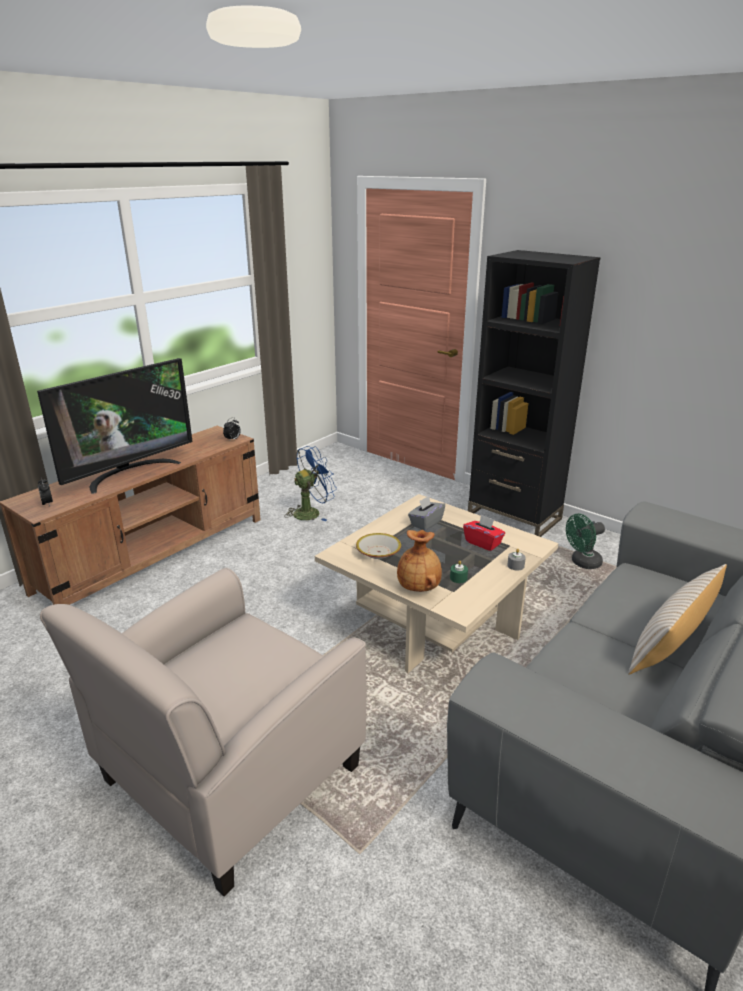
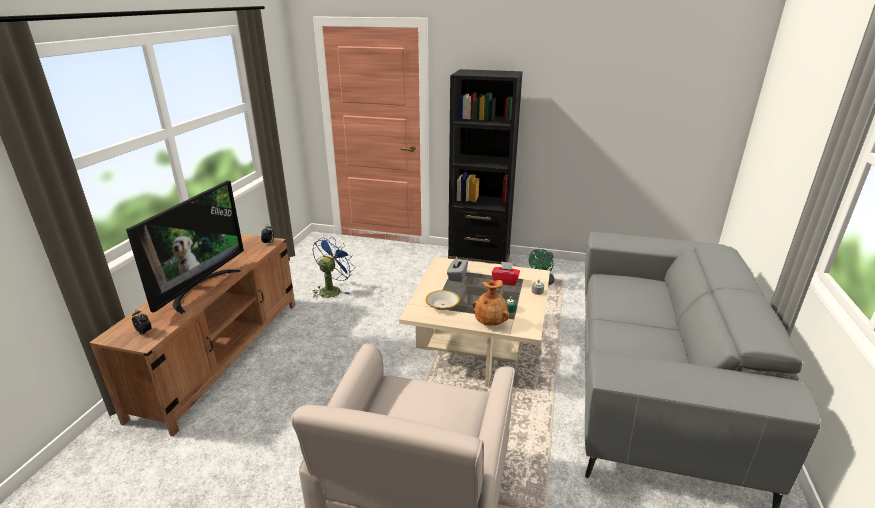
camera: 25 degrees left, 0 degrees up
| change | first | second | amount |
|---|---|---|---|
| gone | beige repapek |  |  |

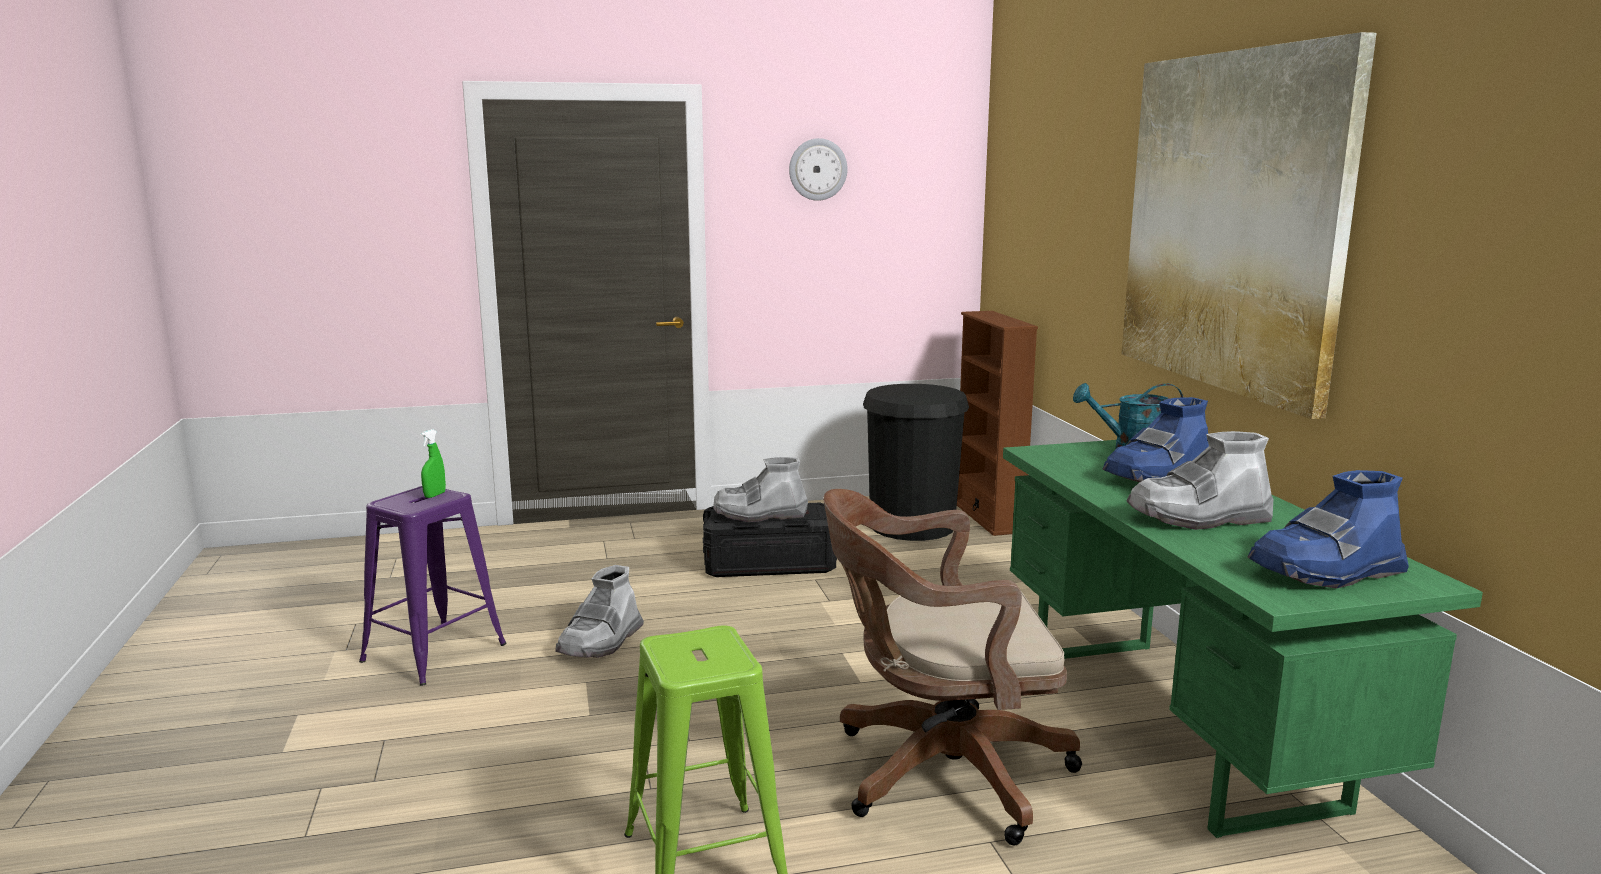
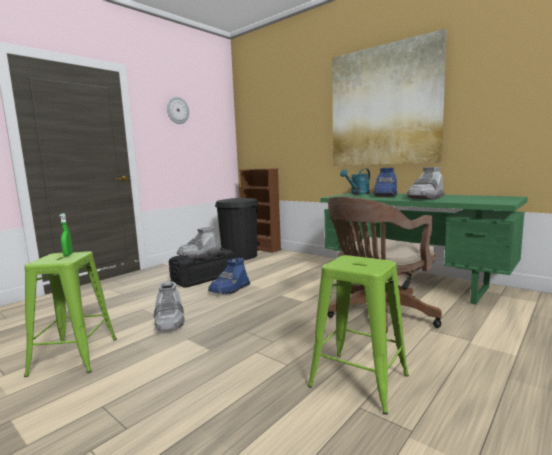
camera: 35 degrees left, 5 degrees down
| change | first | second | amount |
|---|---|---|---|
| shifted | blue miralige (no. 2 from left in the first image) | blue miralige (no. 1 from left) |  |
| repainted | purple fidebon | green fidebon (no. 1 from left) |  |

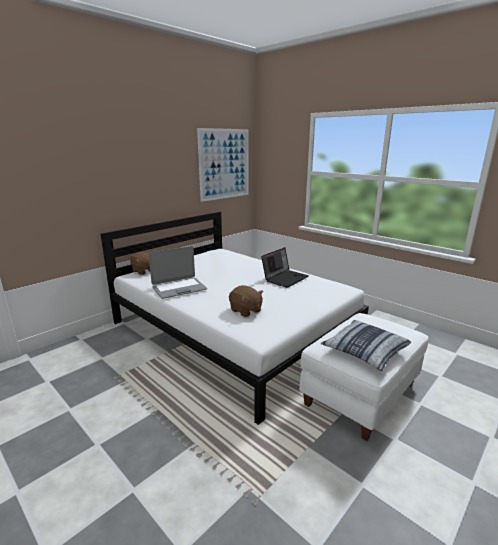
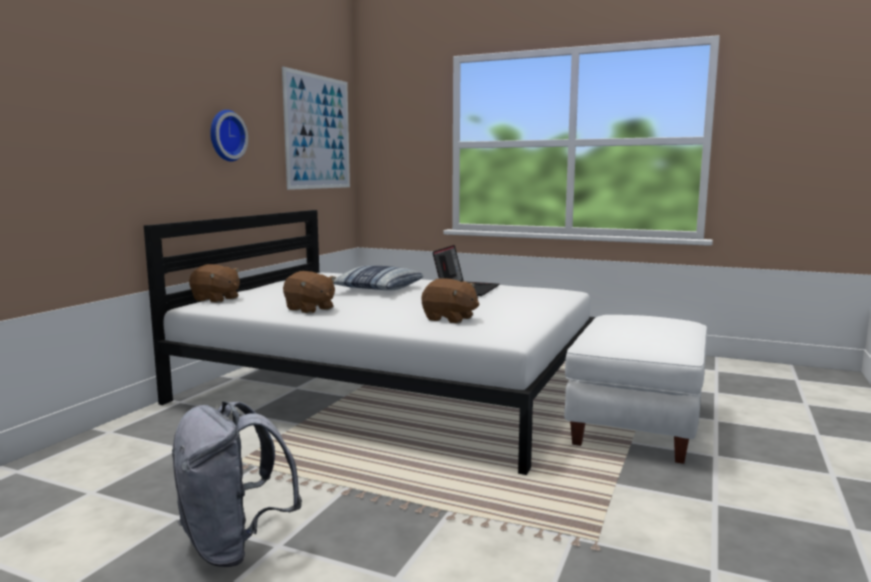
camera: 20 degrees left, 10 degrees down
| change | first | second | amount |
|---|---|---|---|
| swapped | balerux (no. 1 from left) | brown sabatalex (no. 2 from left) |  |
| shifted | repapek |  |  |
| new |  | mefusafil |  |
| new |  | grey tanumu |  |

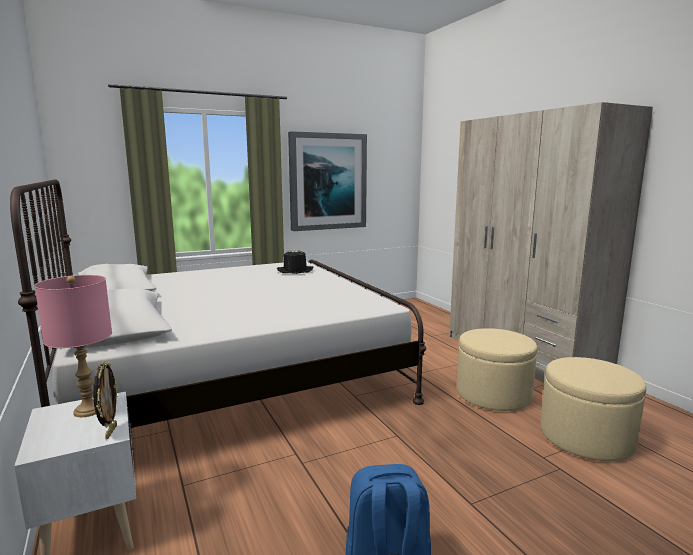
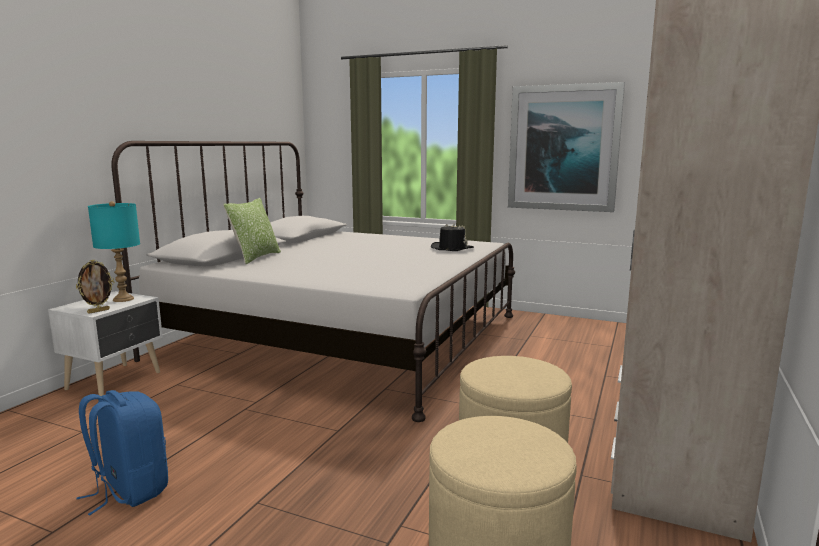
camera: 50 degrees right, 0 degrees up
| change | first | second | amount |
|---|---|---|---|
| repainted | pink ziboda | turquoise ziboda |  |
| new |  | repapek |  |

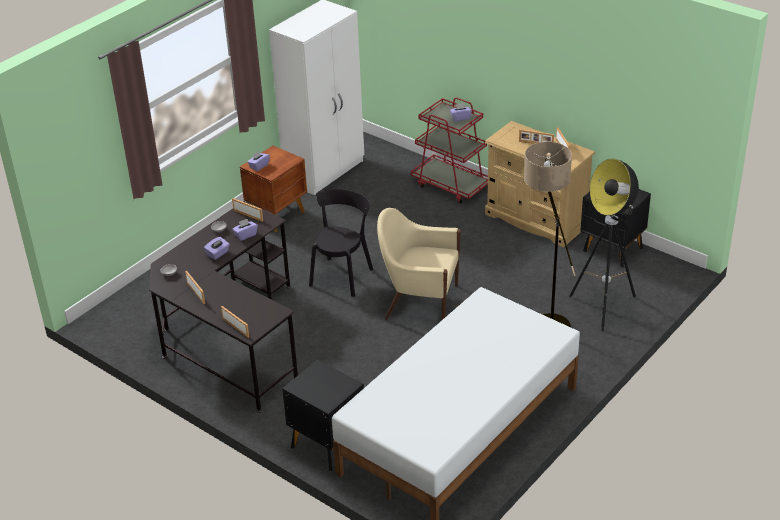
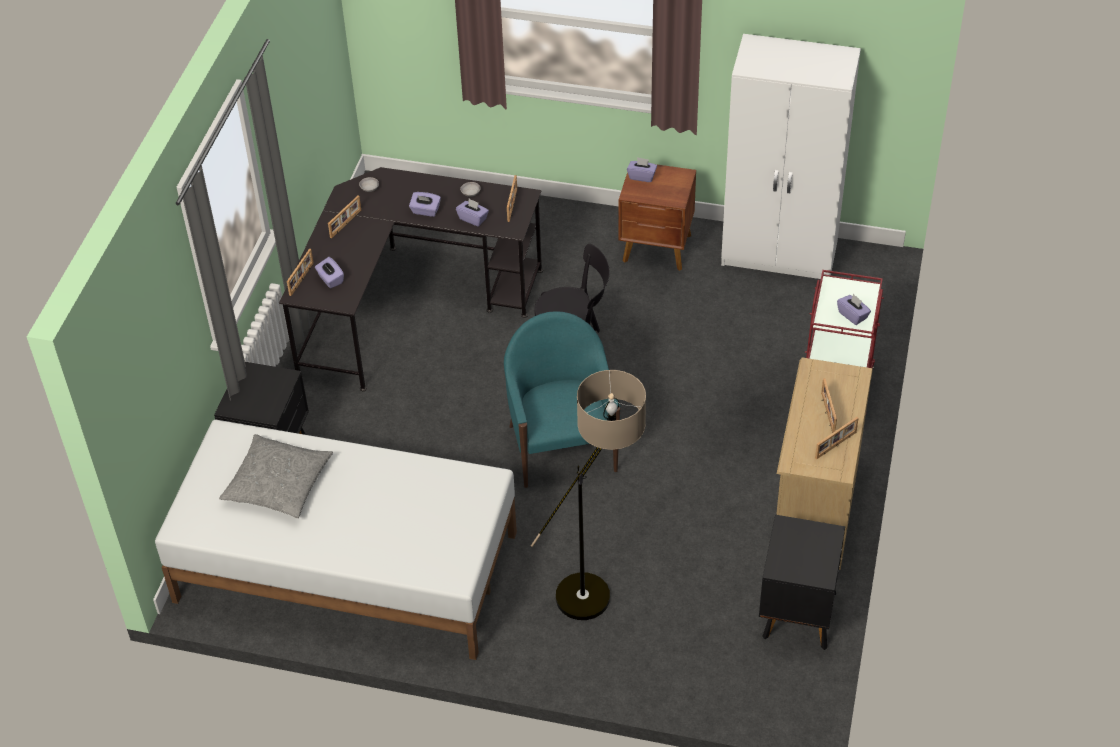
camera: 65 degrees right, 10 degrees up
| change | first | second | amount |
|---|---|---|---|
| gone | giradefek (no. 2 from left) |  |  |
| repainted | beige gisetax | turquoise gisetax |  |
| new |  | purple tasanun (no. 1 from left) |  |
| new |  | grey repapek |  |

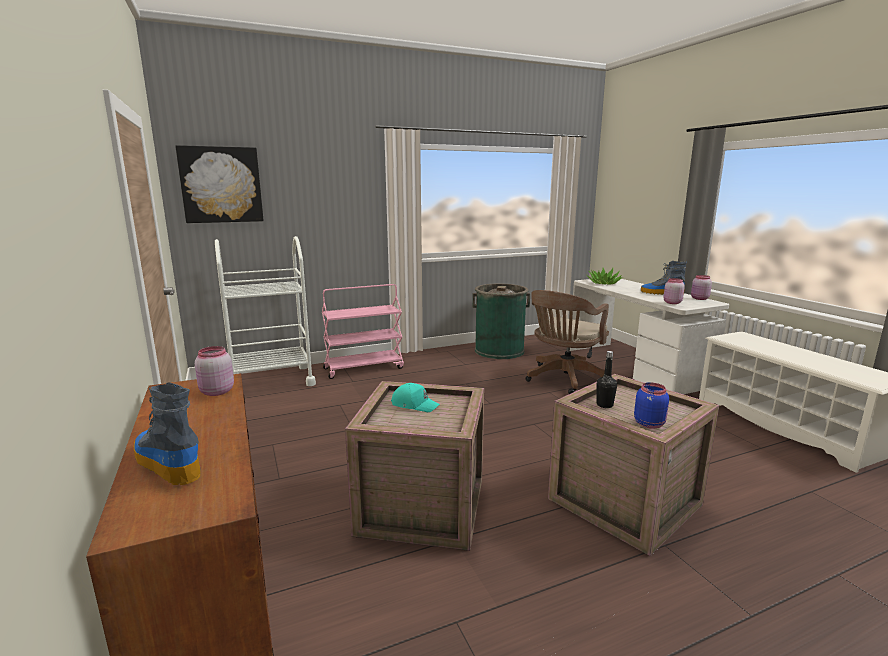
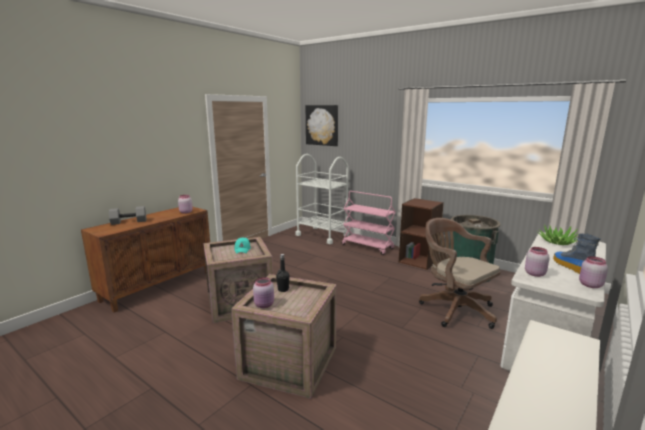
camera: 60 degrees right, 0 degrees up
| change | first | second | amount |
|---|---|---|---|
| rotated | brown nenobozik |  | 45 degrees clockwise |
| swapped | miralige (no. 1 from left) | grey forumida |  |
| repainted | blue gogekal | pink gogekal (no. 2 from left) |  |
| new |  | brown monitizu |  |

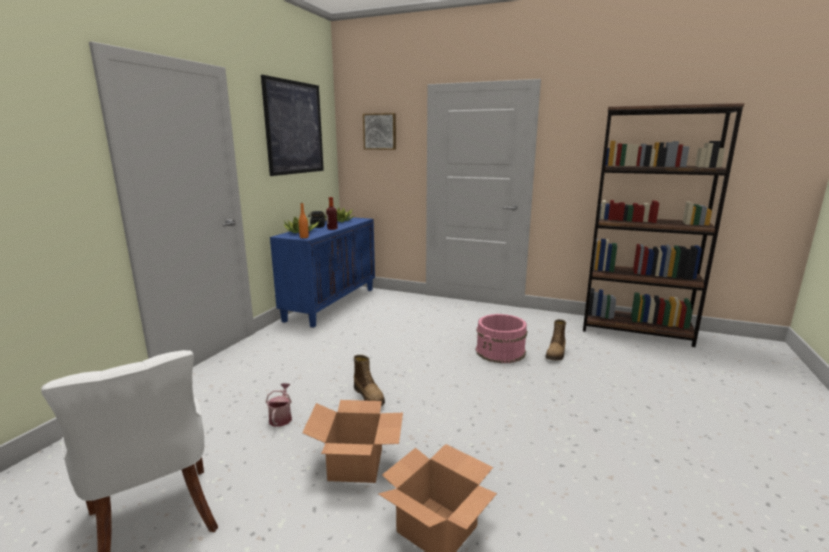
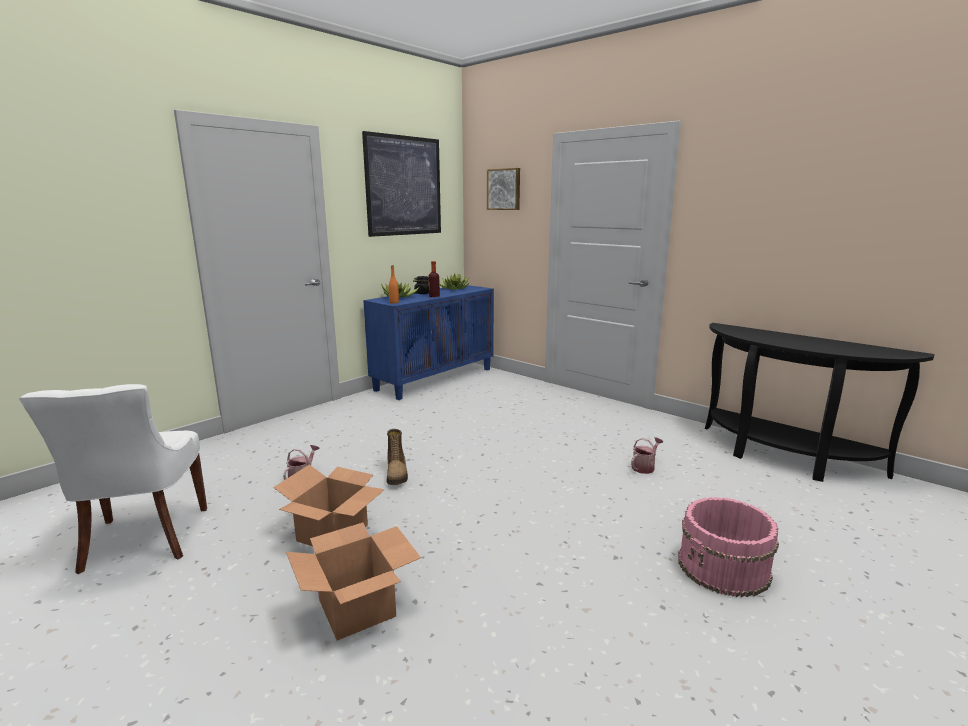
camera: 20 degrees right, 0 degrees up
| change | first | second | amount |
|---|---|---|---|
| swapped | brown monitizu | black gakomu |  |
| shifted | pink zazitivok |  |  |
| swapped | miralige (no. 2 from left) | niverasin (no. 2 from left) |  |

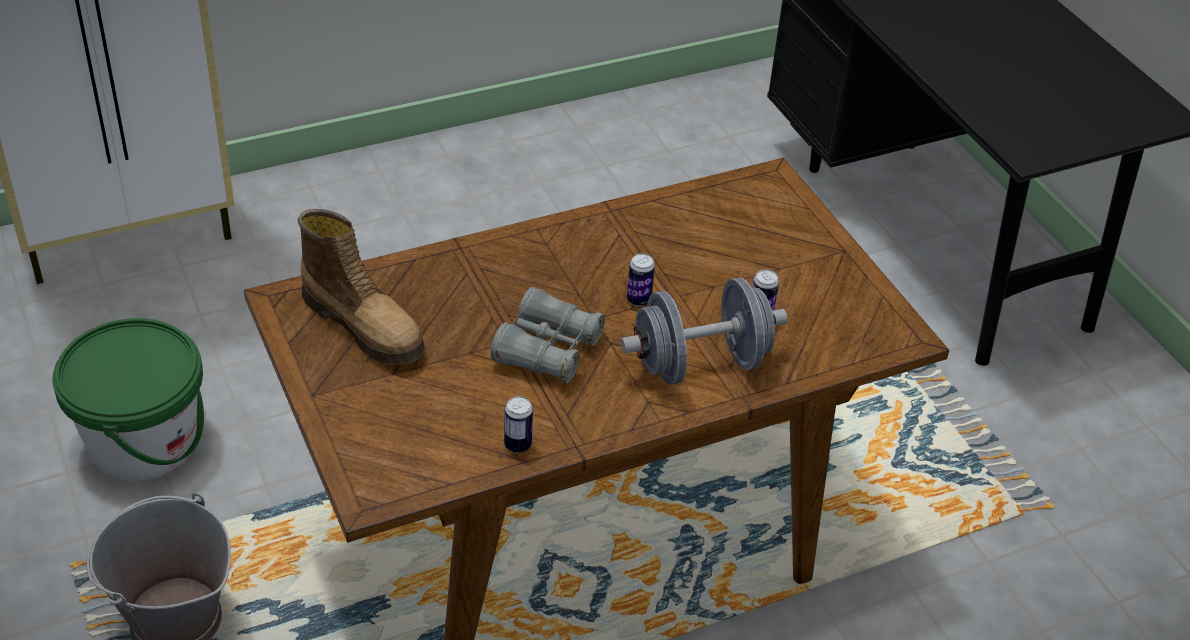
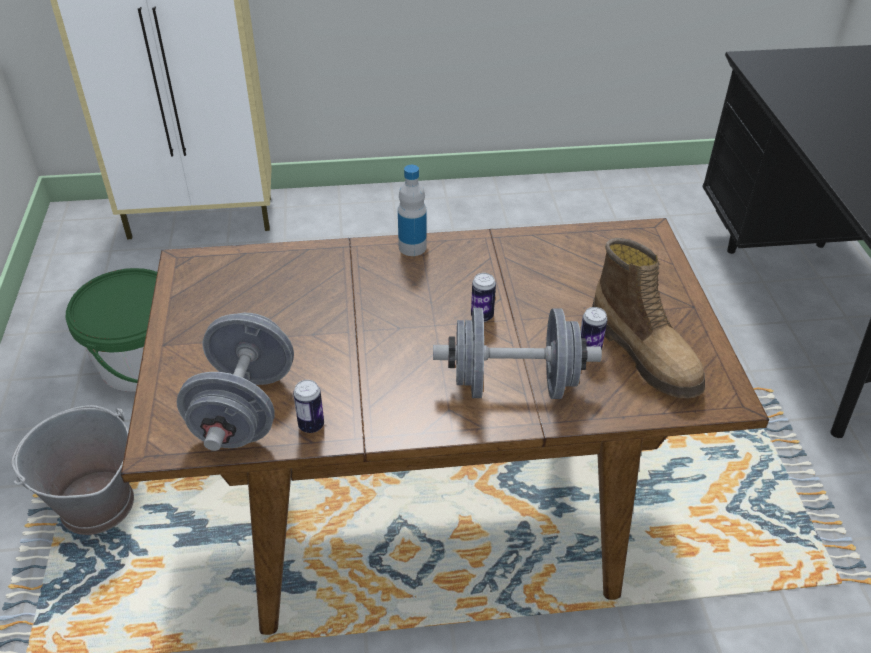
camera: 20 degrees right, 0 degrees up
| change | first | second | amount |
|---|---|---|---|
| shifted | miralige |  |  |
| gone | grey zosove |  |  |
| new |  | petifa |  |
| new |  | grey forumida (no. 1 from left) |  |

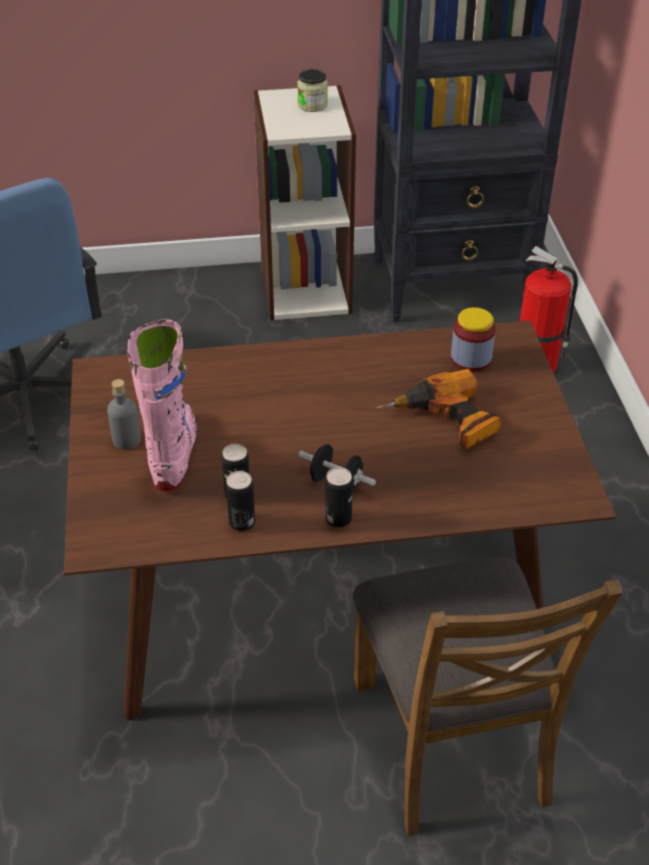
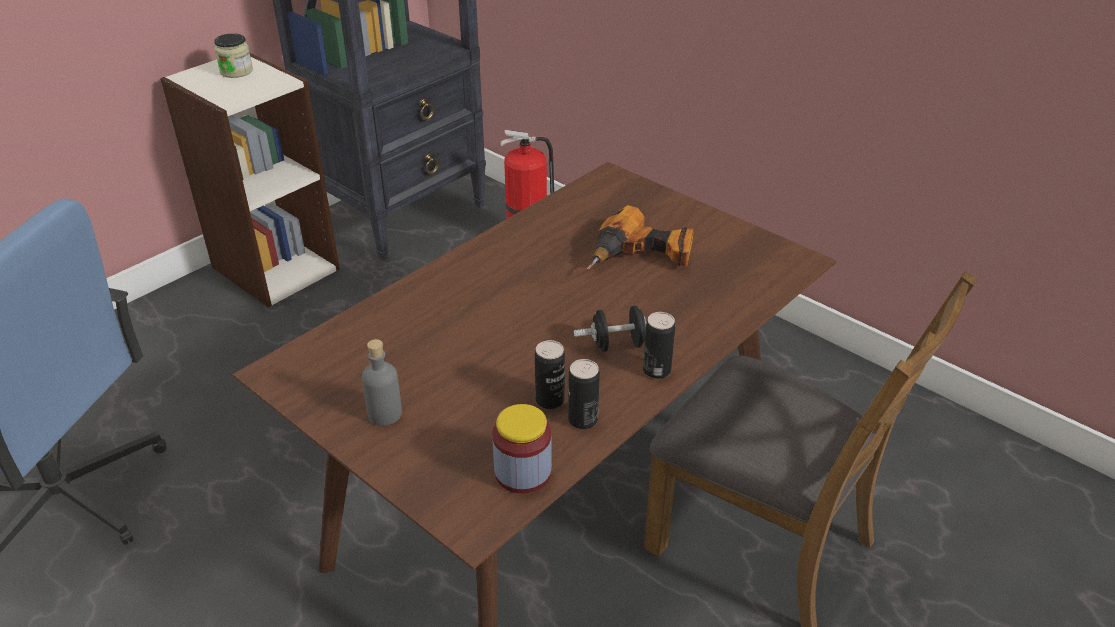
camera: 40 degrees left, 5 degrees down
| change | first | second | amount |
|---|---|---|---|
| shifted | gogekal (no. 2 from left) |  |  |
| gone | pink miralige |  |  |

